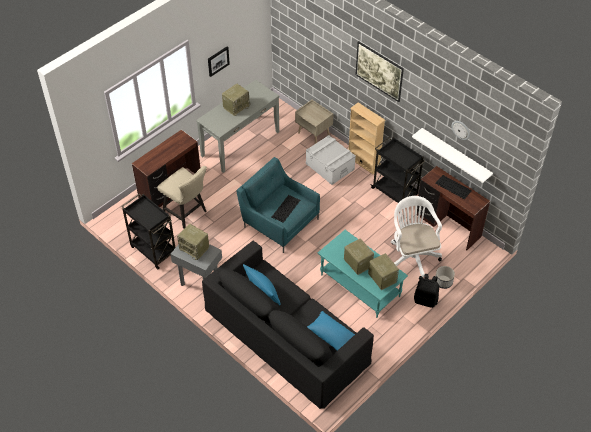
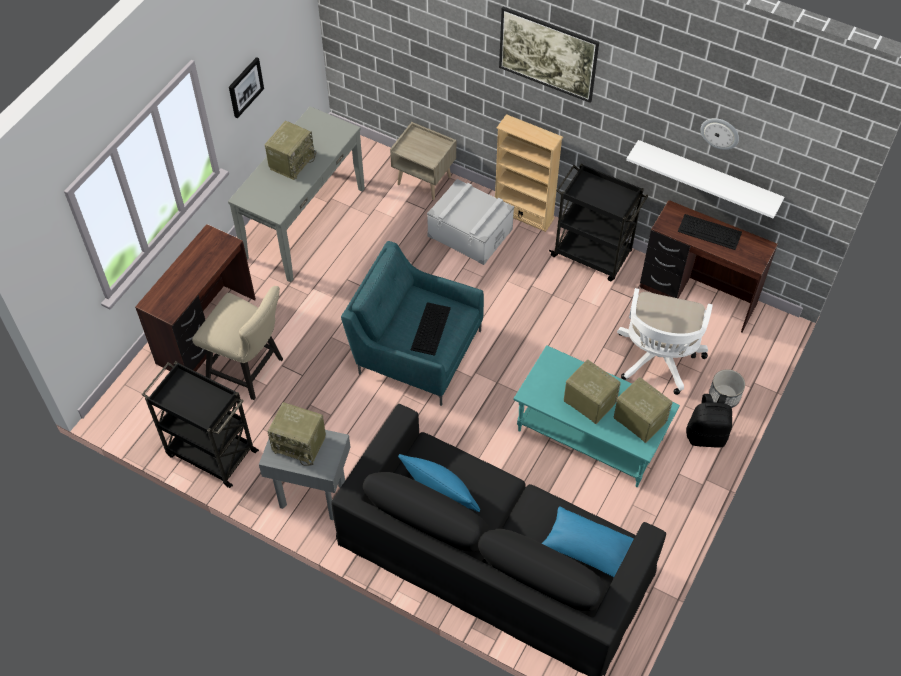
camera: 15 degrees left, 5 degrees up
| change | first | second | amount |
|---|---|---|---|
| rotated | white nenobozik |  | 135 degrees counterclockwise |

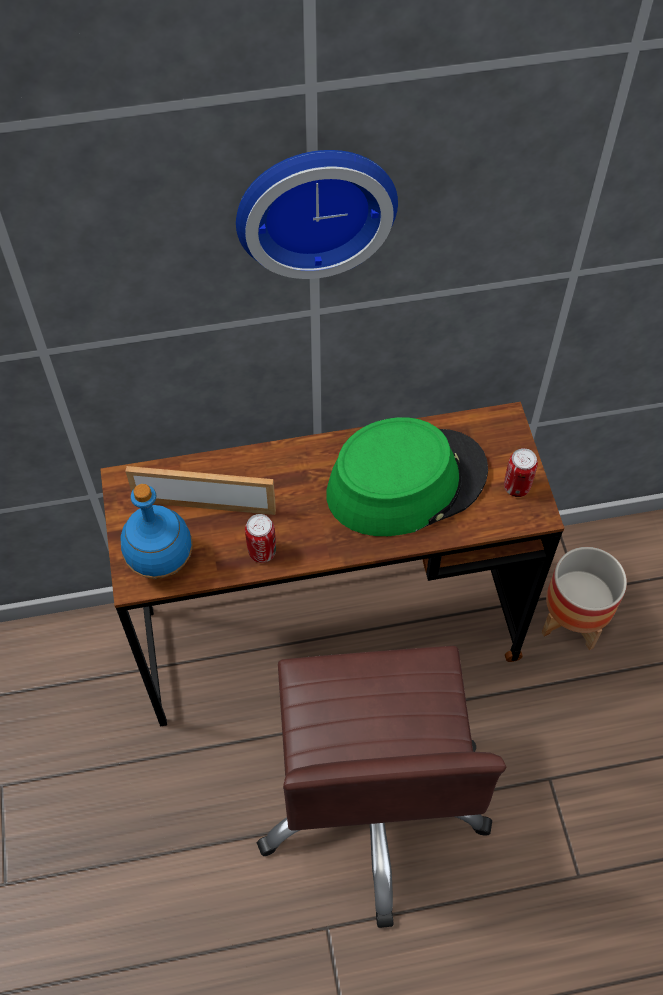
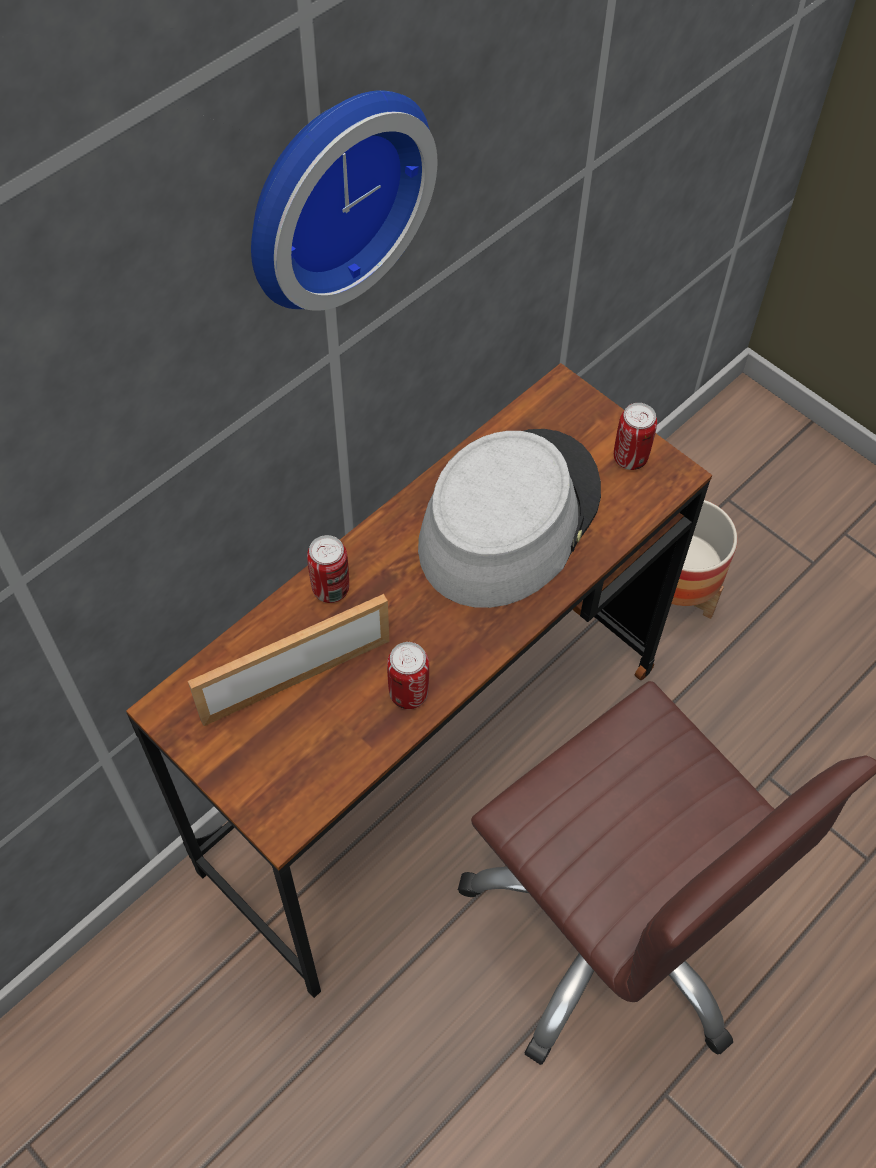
camera: 35 degrees left, 0 degrees up
| change | first | second | amount |
|---|---|---|---|
| repainted | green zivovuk | grey zivovuk |  |
| gone | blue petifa |  |  |
| new |  | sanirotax (no. 1 from left) |  |

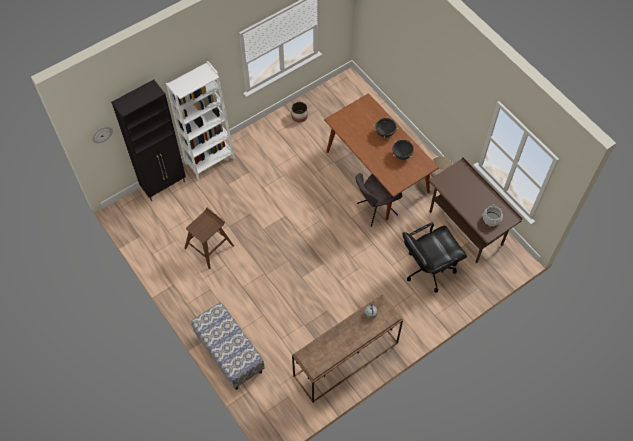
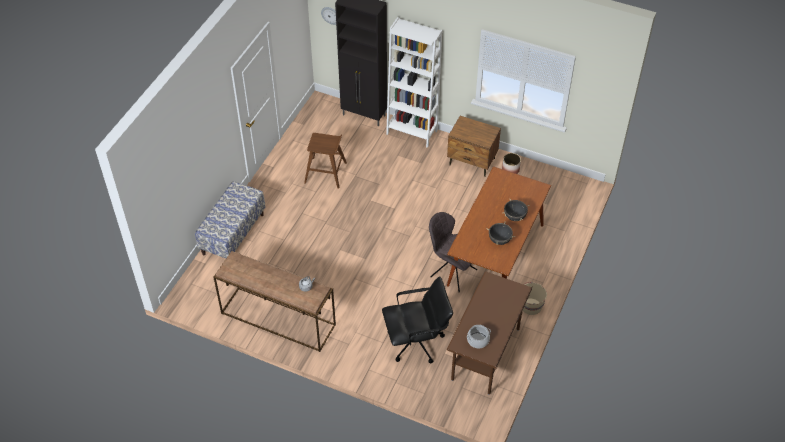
camera: 60 degrees right, 10 degrees down
| change | first | second | amount |
|---|---|---|---|
| rotated | black nenobozik |  | 135 degrees clockwise |
| new |  | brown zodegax |  |

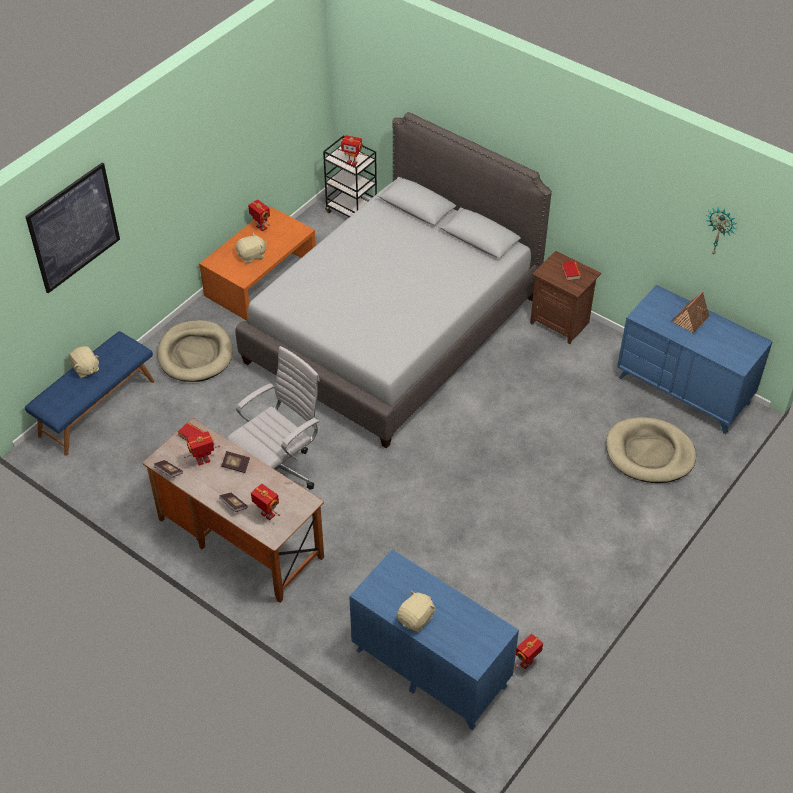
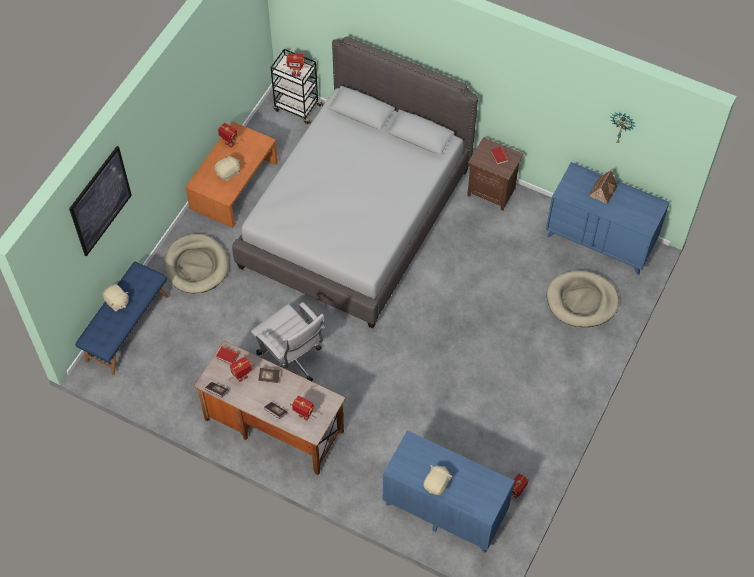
camera: 10 degrees left, 10 degrees up
| change | first | second | amount |
|---|---|---|---|
| rotated | white nenobozik |  | 105 degrees clockwise |

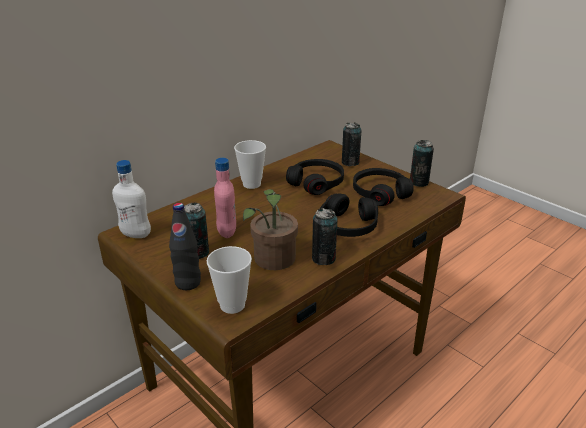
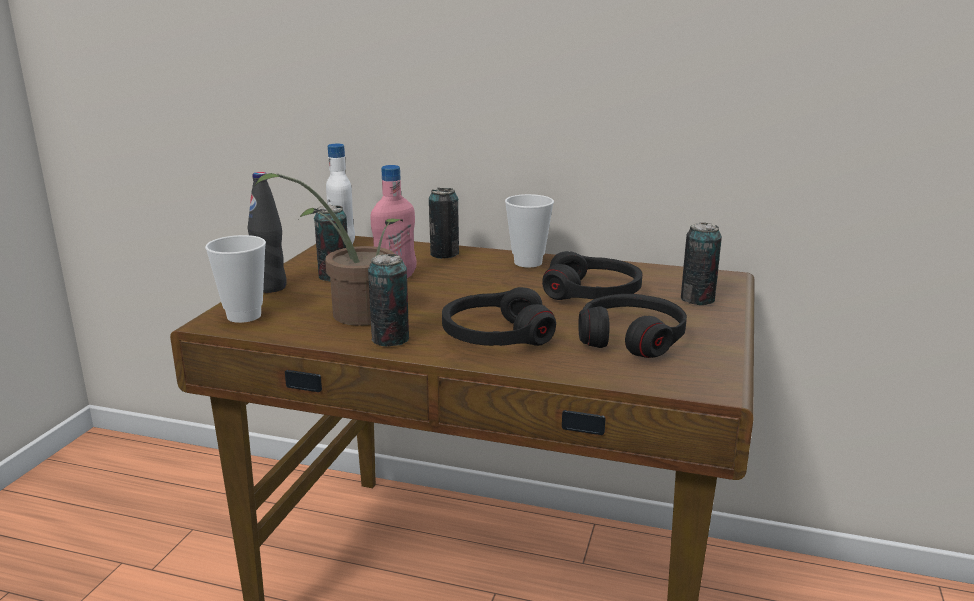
camera: 60 degrees right, 10 degrees down
| change | first | second | amount |
|---|---|---|---|
| shifted | sanirotax (no. 4 from left in the first image) | sanirotax (no. 3 from left) |  |

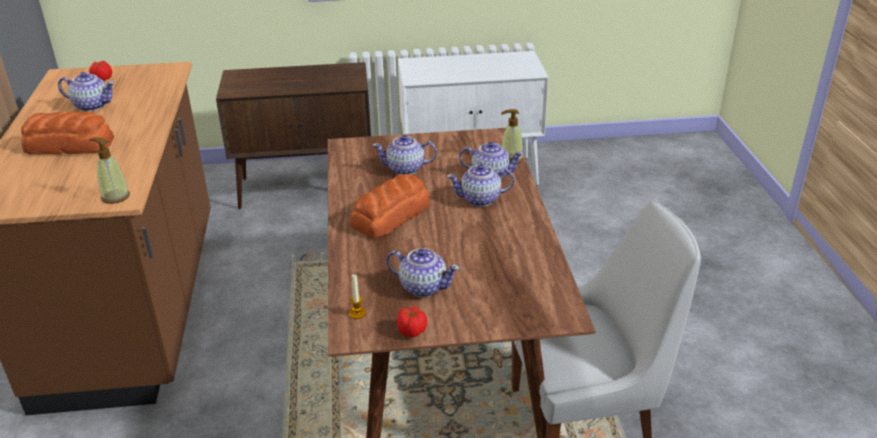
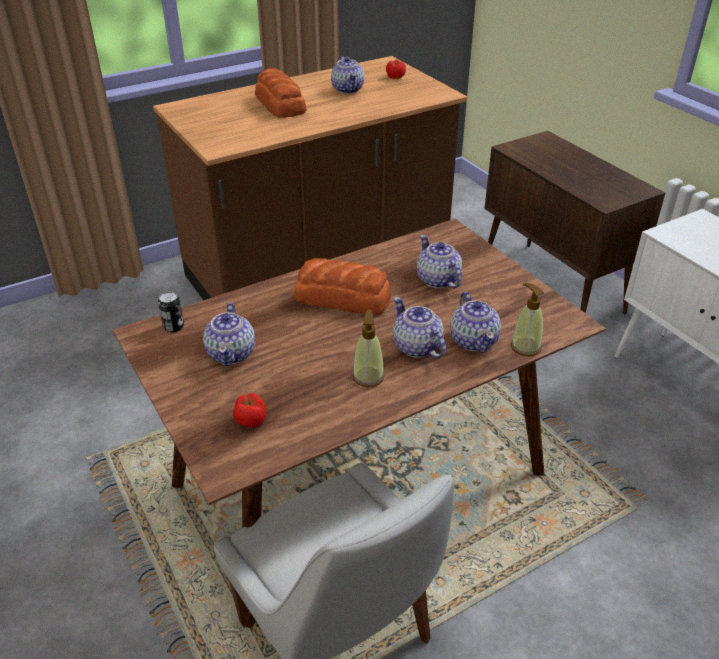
camera: 65 degrees right, 5 degrees up
| change | first | second | amount |
|---|---|---|---|
| shifted | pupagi (no. 1 from left) |  |  |
| swapped | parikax | sanirotax |  |
| shifted | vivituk (no. 2 from left in the first image) | vivituk (no. 1 from left) |  |

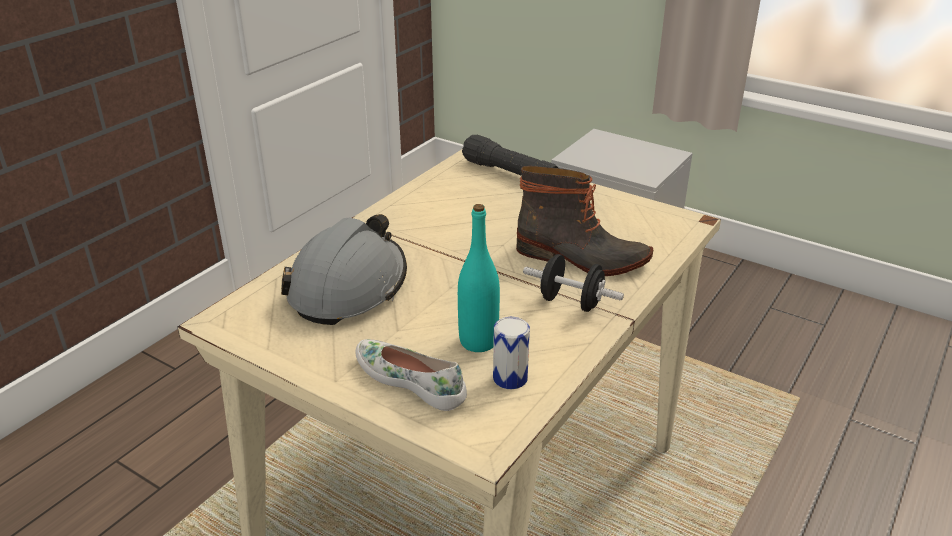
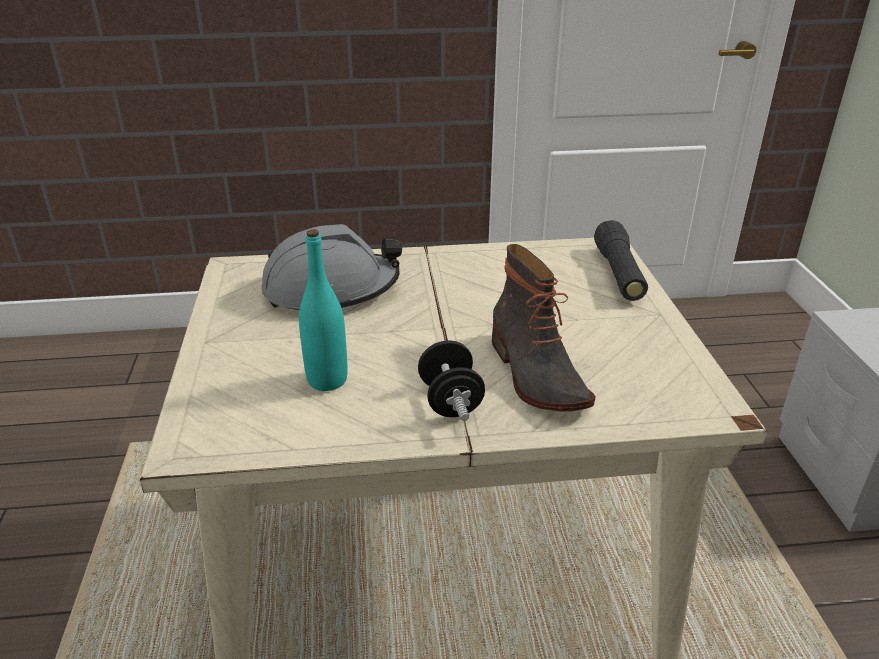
camera: 50 degrees right, 0 degrees up
| change | first | second | amount |
|---|---|---|---|
| gone | sanirotax |  |  |
| gone | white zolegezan |  |  |

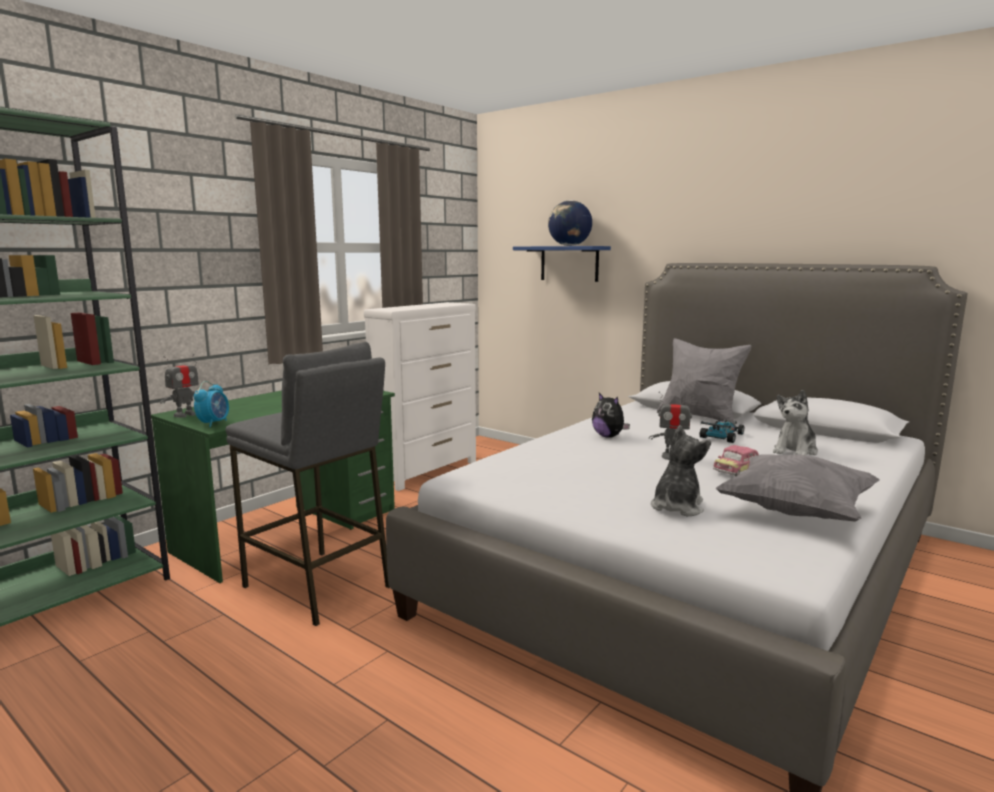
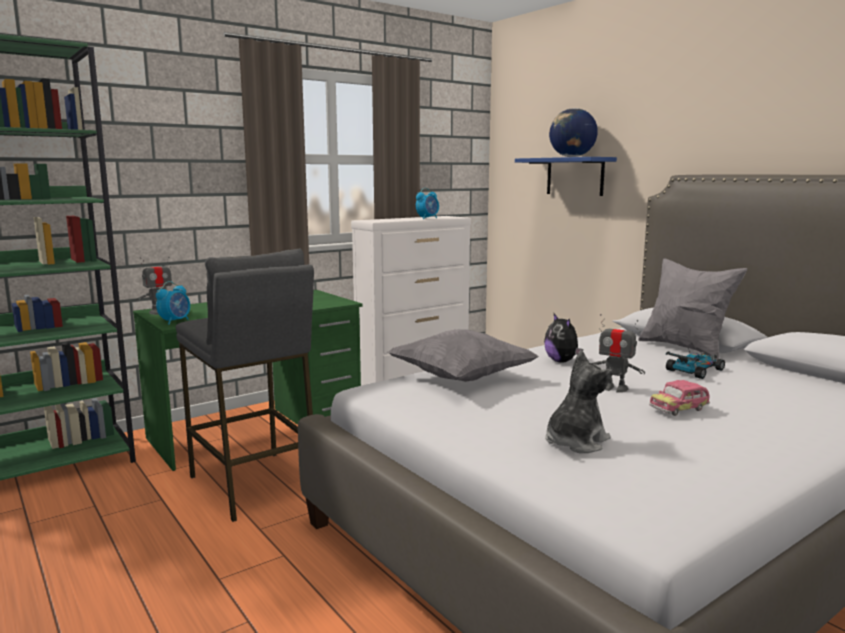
camera: 15 degrees right, 0 degrees up
| change | first | second | amount |
|---|---|---|---|
| gone | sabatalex (no. 3 from left) |  |  |
| shifted | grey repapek (no. 2 from left in the first image) | grey repapek (no. 1 from left) |  |
| new |  | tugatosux (no. 2 from left) |  |

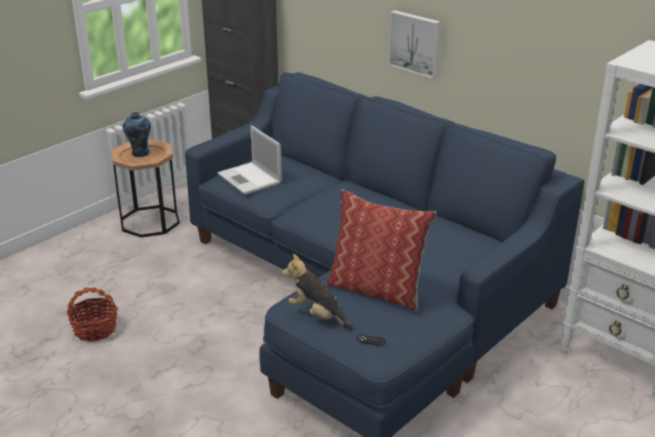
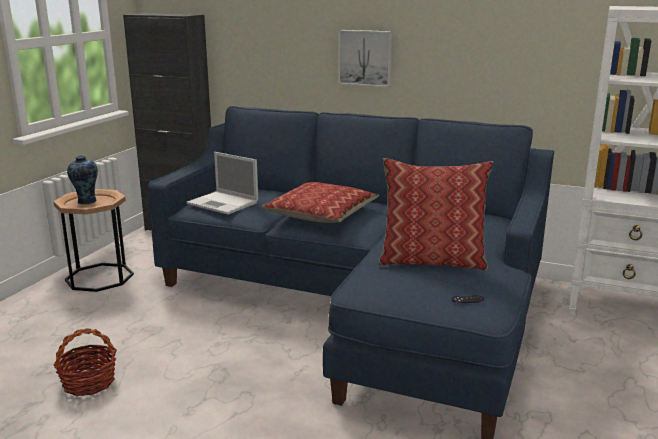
camera: 20 degrees left, 10 degrees down
| change | first | second | amount |
|---|---|---|---|
| gone | sabatalex |  |  |
| new |  | repapek (no. 1 from left) |  |

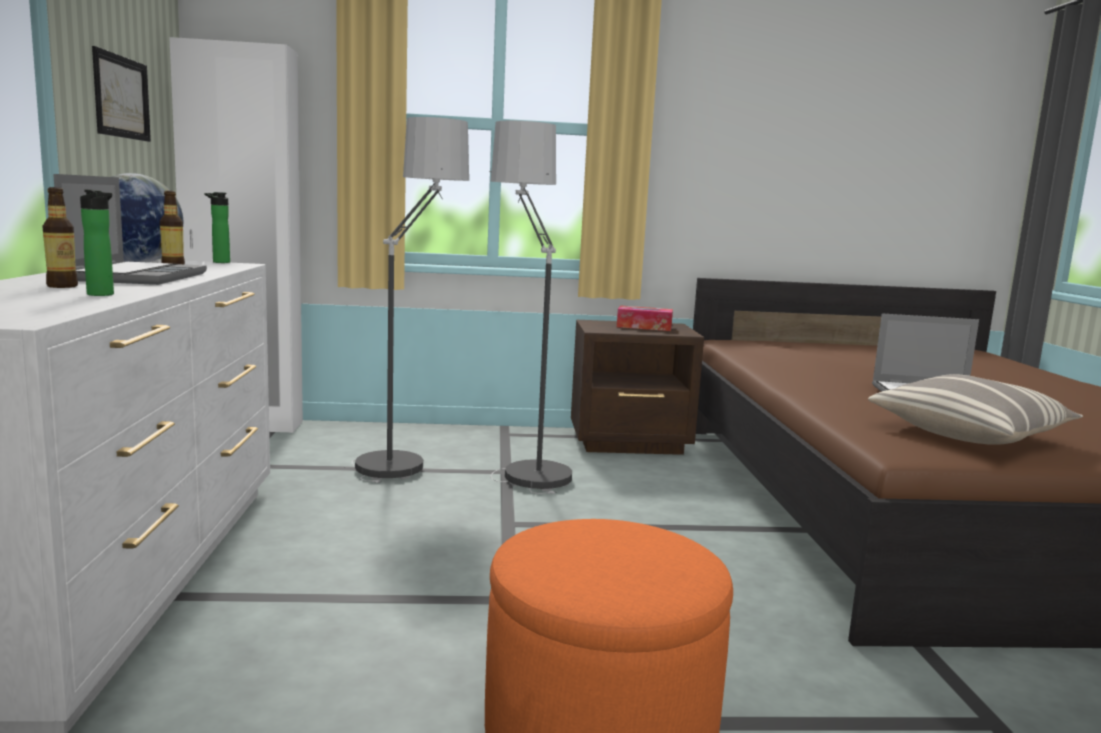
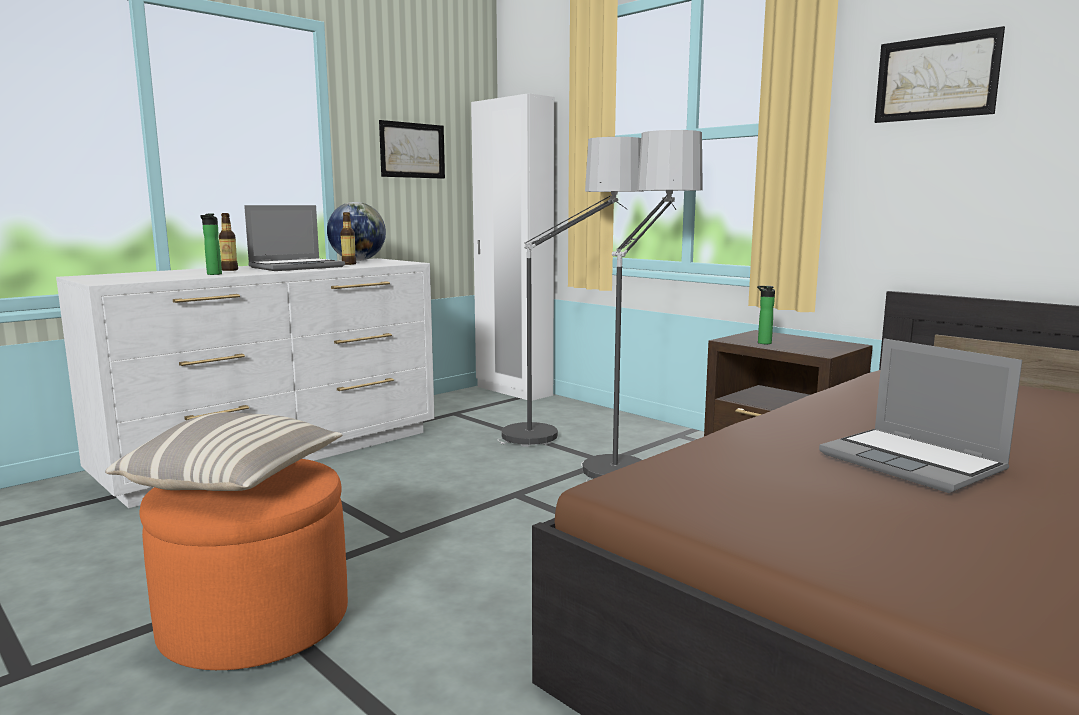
camera: 50 degrees right, 0 degrees up
| change | first | second | amount |
|---|---|---|---|
| shifted | petifa (no. 4 from left) |  |  |
| gone | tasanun |  |  |
| shifted | repapek |  |  |
| new |  | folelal (no. 2 from left) |  |

